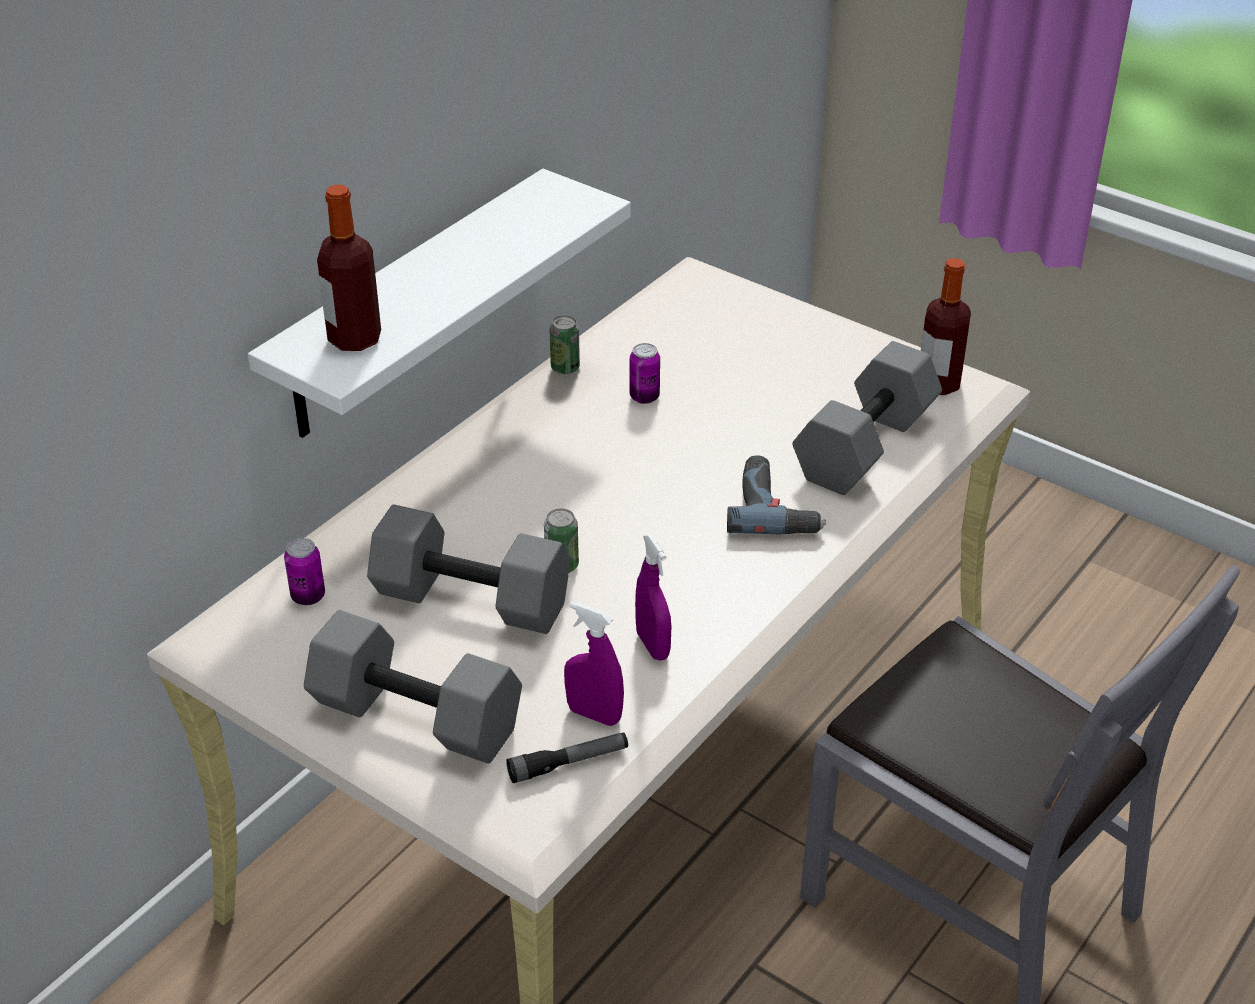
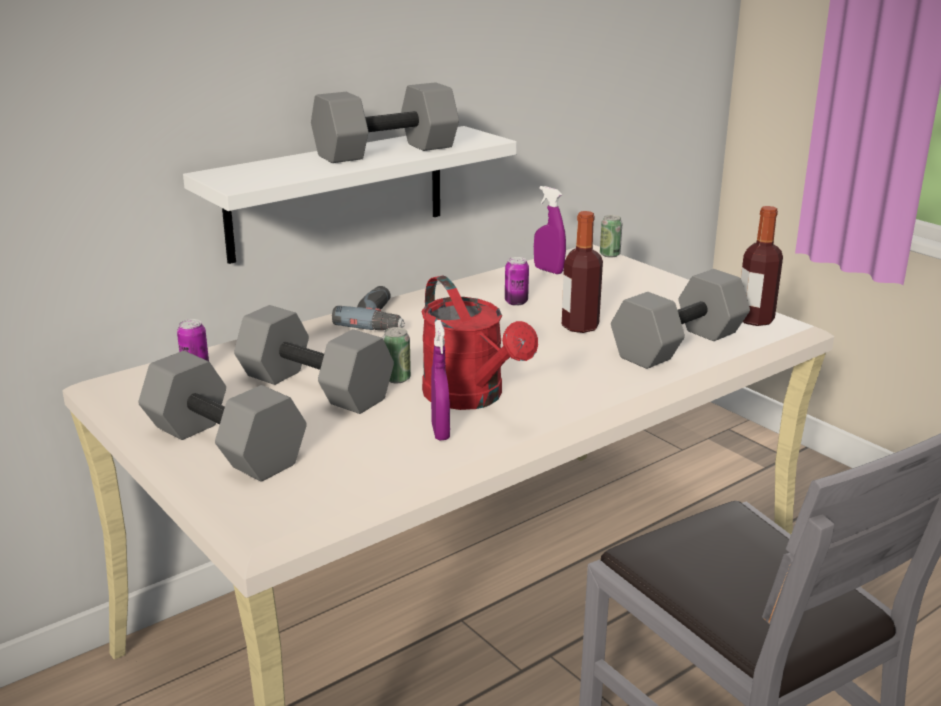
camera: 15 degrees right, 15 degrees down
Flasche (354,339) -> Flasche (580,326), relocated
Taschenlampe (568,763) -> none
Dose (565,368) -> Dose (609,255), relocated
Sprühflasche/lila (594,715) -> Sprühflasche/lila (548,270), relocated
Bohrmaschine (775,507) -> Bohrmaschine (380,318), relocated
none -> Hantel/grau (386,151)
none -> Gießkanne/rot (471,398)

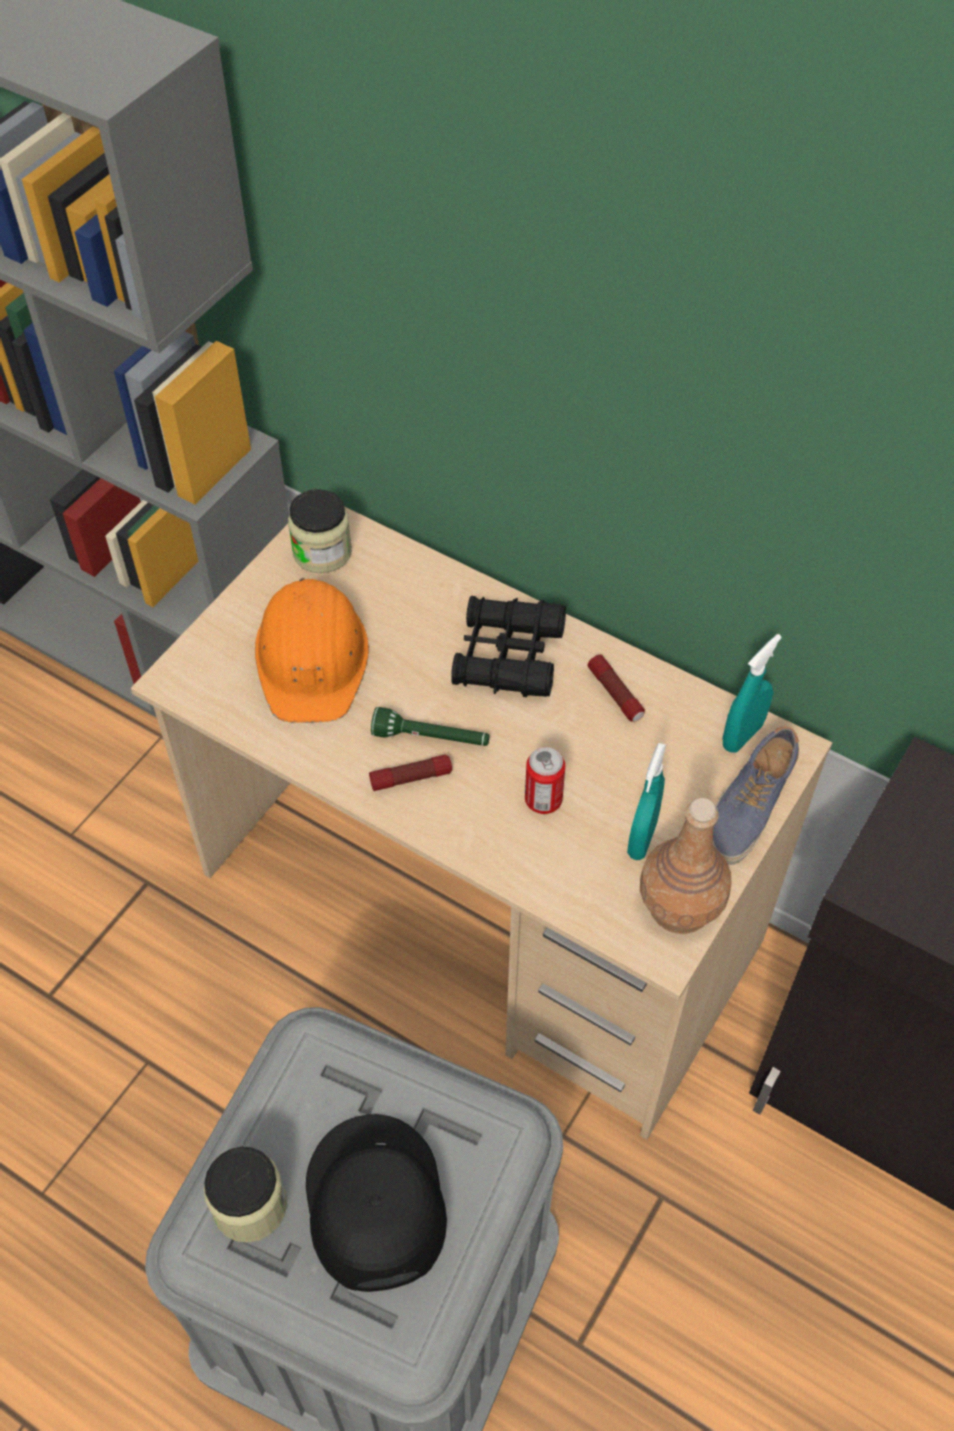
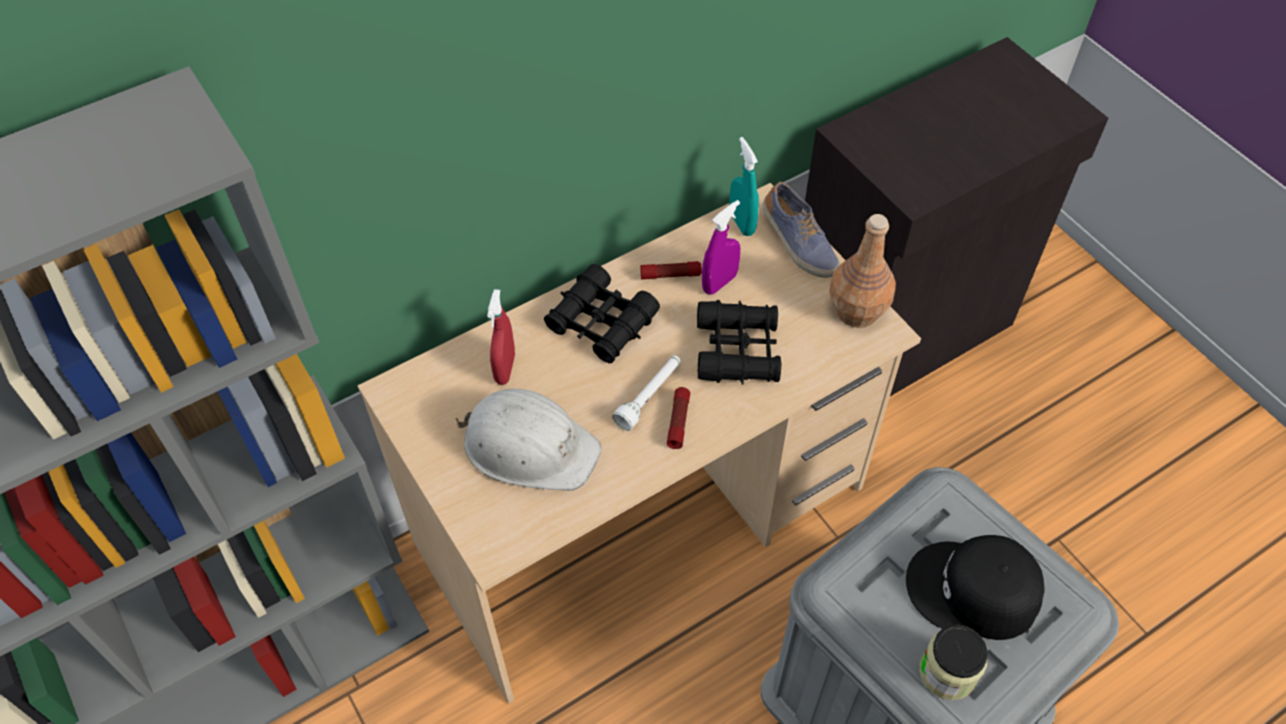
camera: 65 degrees left, 0 degrees up
Schutzhelm/orange (312,658) -> Schutzhelm/weiß (529,446)
Vorratsglas (322,552) -> none
Taschenlampe/grün (431,738) -> Taschenlampe/weiß (649,396)
Dose (543,800) -> Fernglas/schwarz (738,350)
Sprühflasche/türkis (642,838) -> none
none -> Sprühflasche/rot (505,369)
none -> Sprühflasche/lila (719,283)

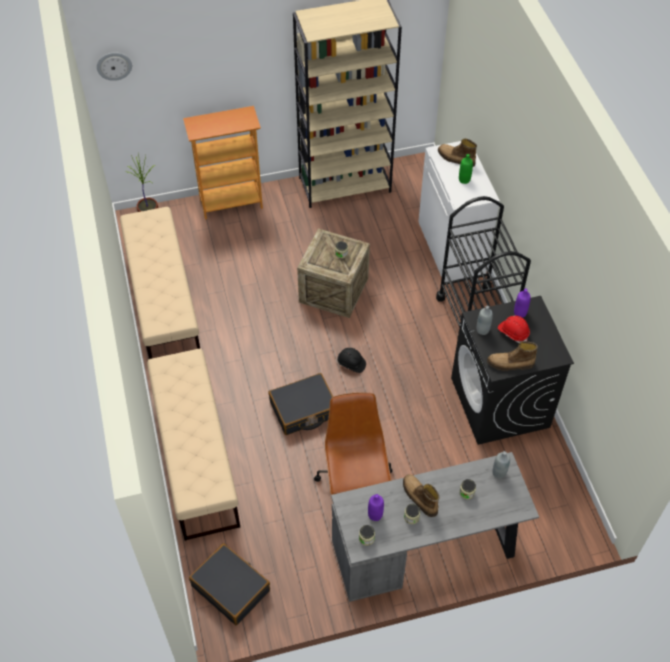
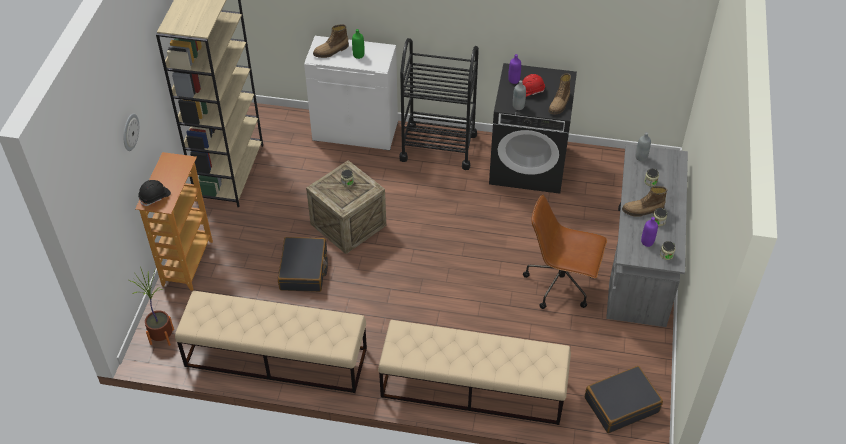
camera: 65 degrees left, 5 degrees down
Wanduhr (114,65) -> Wanduhr (130,132), relocated
Koffer/schwarz (303,410) -> Koffer/schwarz (304,270), relocated
Schutzhelm/schwarz (351,364) -> Schutzhelm/schwarz (155,197), relocated

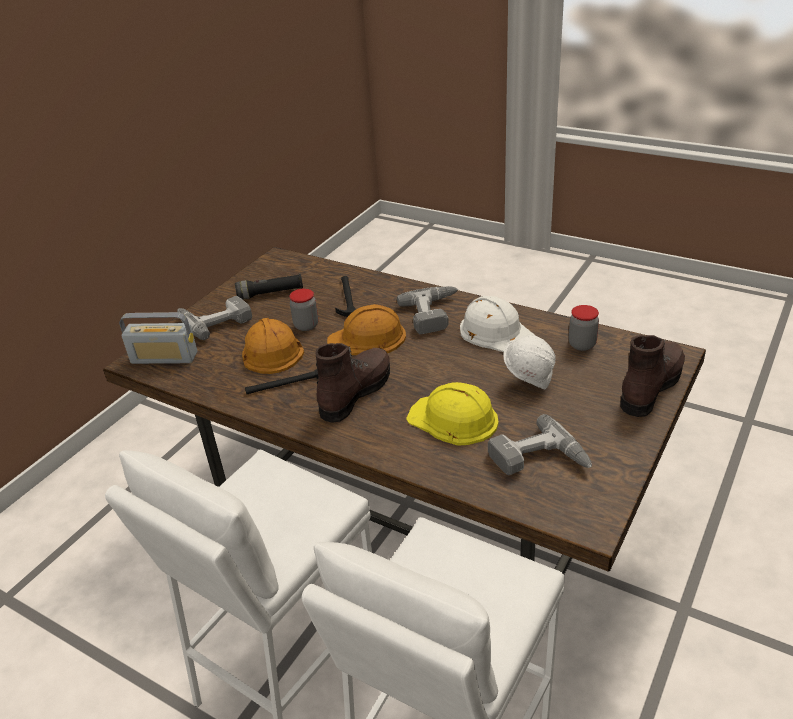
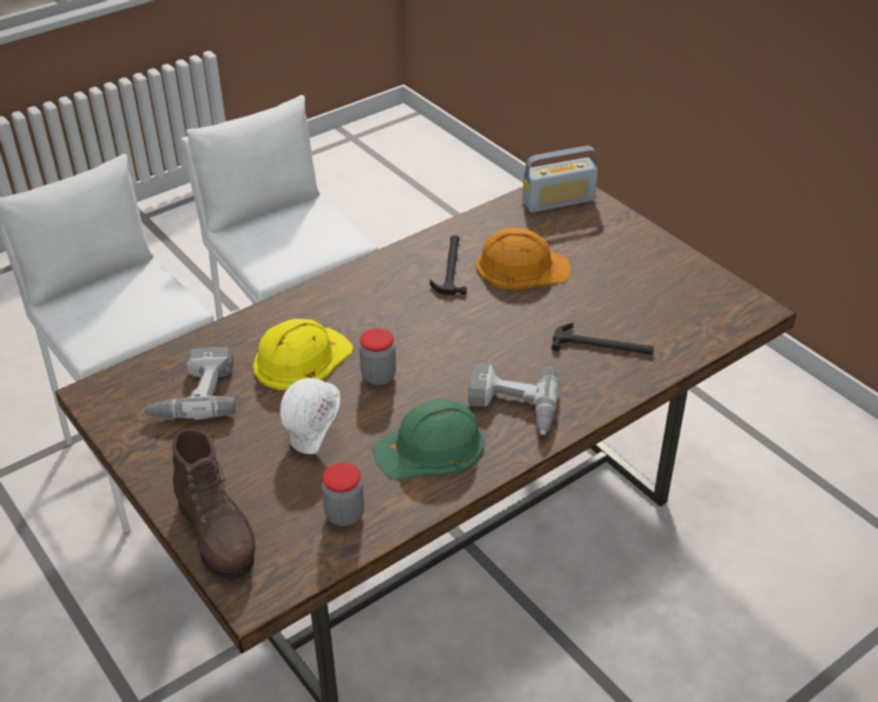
camera: 110 degrees right, 5 degrees up
Radio (164,358) -> Radio (558,201), 135 degrees counterclockwise
Bohrmaschine (214,320) -> none
Taschenlampe/schwarz (270,293) -> none
Vorratsglas (306,325) -> Vorratsglas (378,376), relocated
Stiefel/braun (355,392) -> none
Schutzhelm/orange (367,339) -> none
Schutzhelm/weiß (496,332) -> Schutzhelm/grün (431,447)

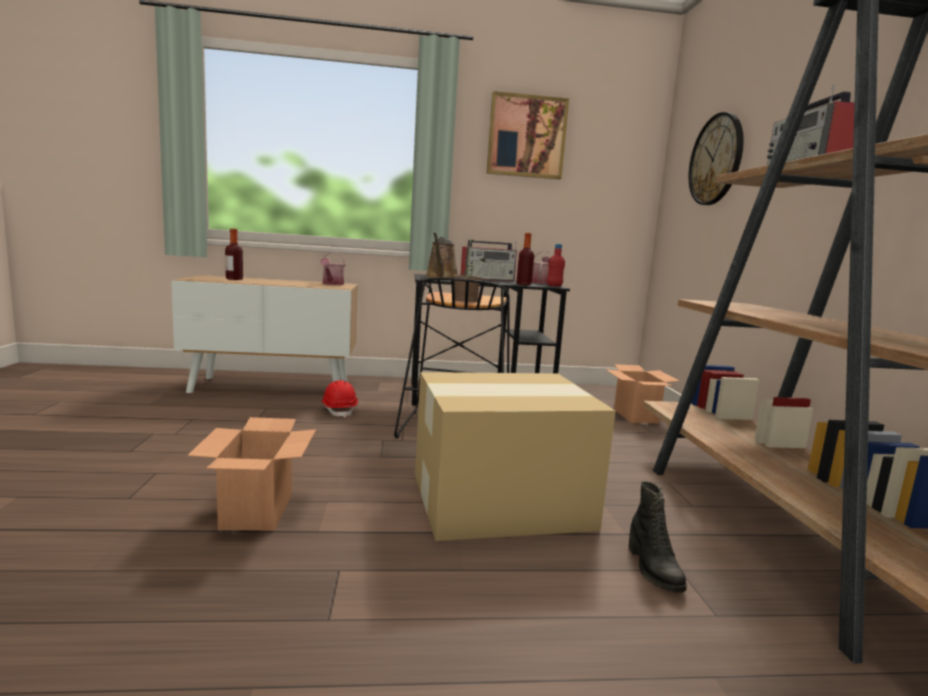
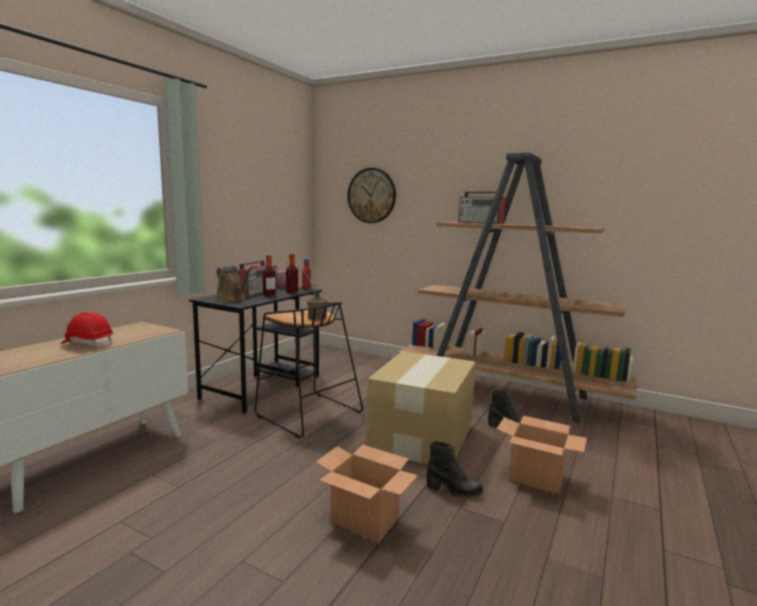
camera: 55 degrees left, 0 degrees up
Flasche (234,279) -> Flasche (269,295), relocated
Gießkanne (332,284) -> none
Schutzhelm/rot (339,410) -> Schutzhelm/rot (88,344), relocated
Bild (526,137) -> none
Karton (636,416) -> Karton (537,478), relocated
none -> Stiefel/schwarz (453,491)

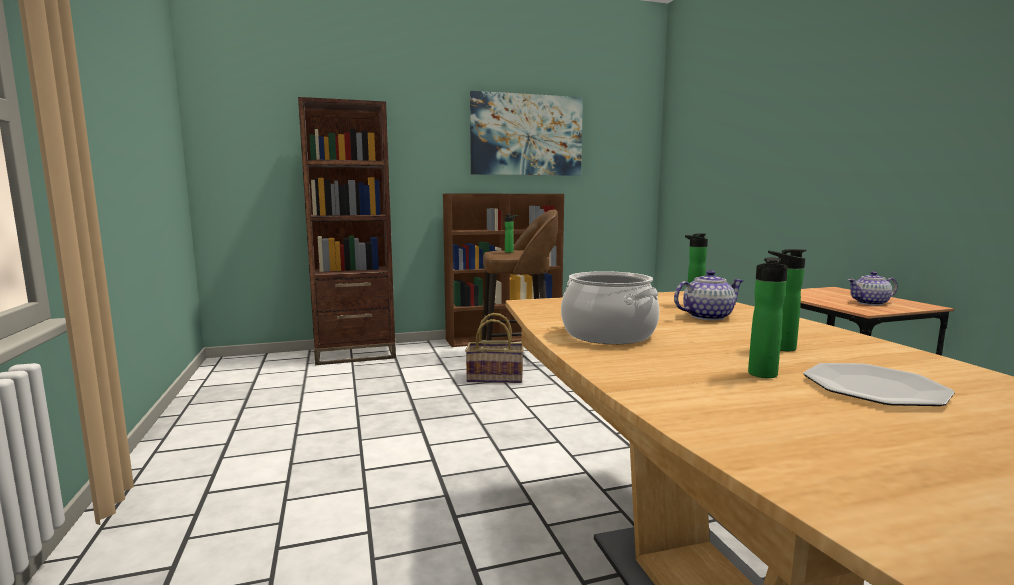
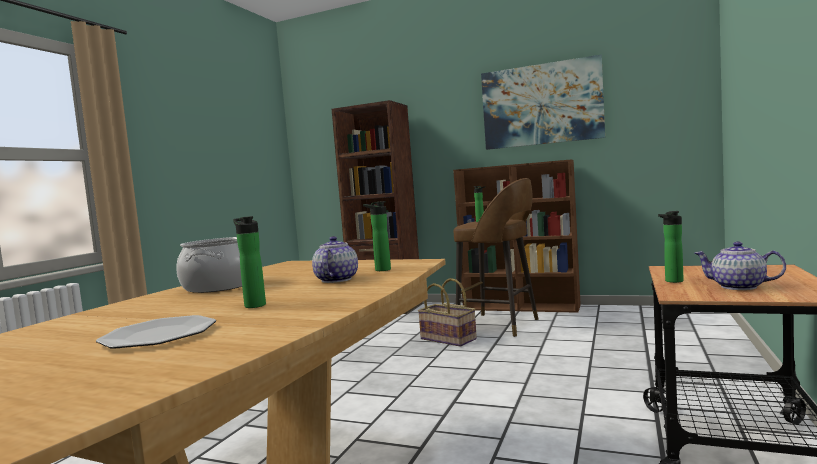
camera: 40 degrees right, 5 degrees down
Teekanne (706,317) -> Teekanne (336,280), 105 degrees counterclockwise
Flasche (762,375) -> Flasche (672,281), relocated

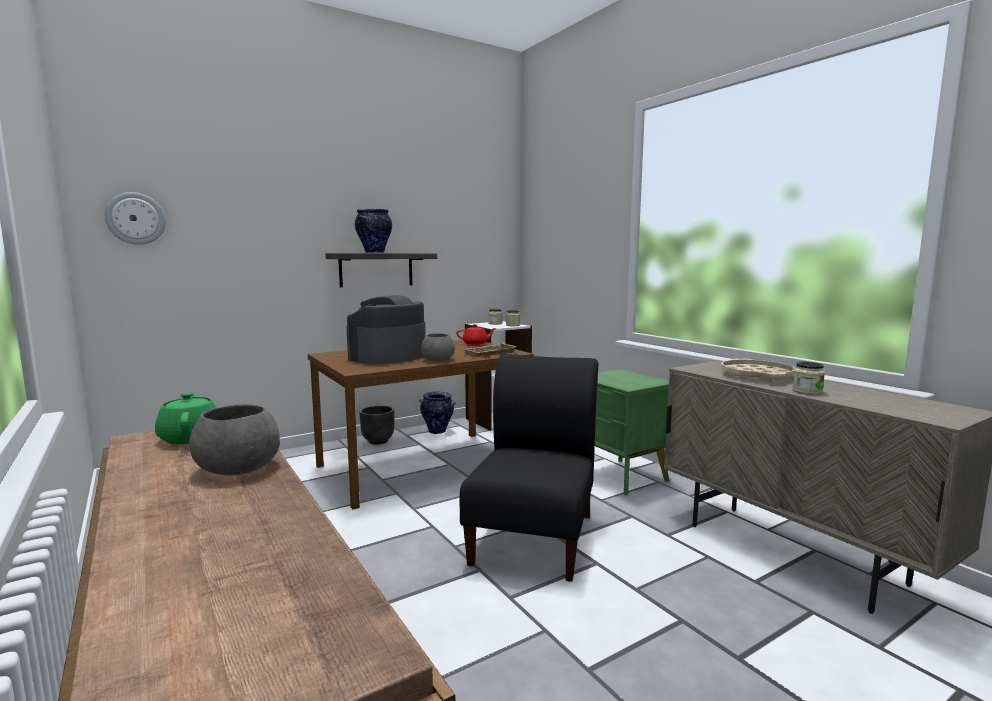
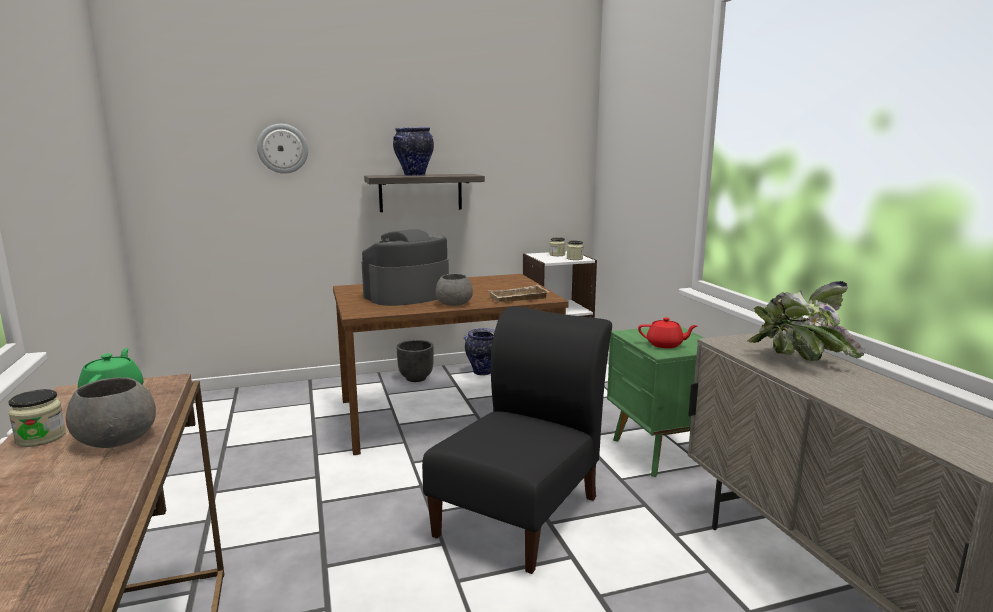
camera: 15 degrees right, 5 degrees up
Wanduhr (135,218) -> Wanduhr (282,148), relocated
Teekanne/rot (475,343) -> Teekanne/rot (665,345), relocated
Tablett/beige (756,376) -> Topfpflanze (798,361)
Vorratsglas (807,391) -> Vorratsglas (41,438), relocated

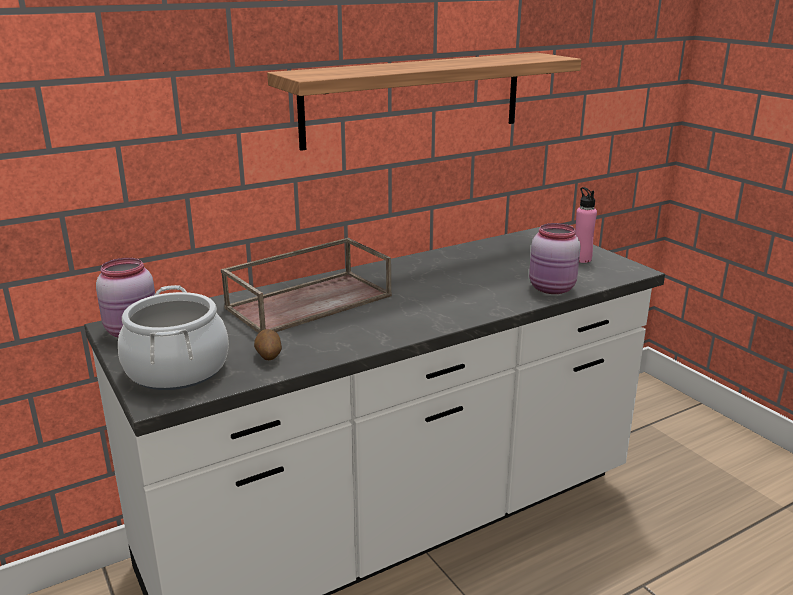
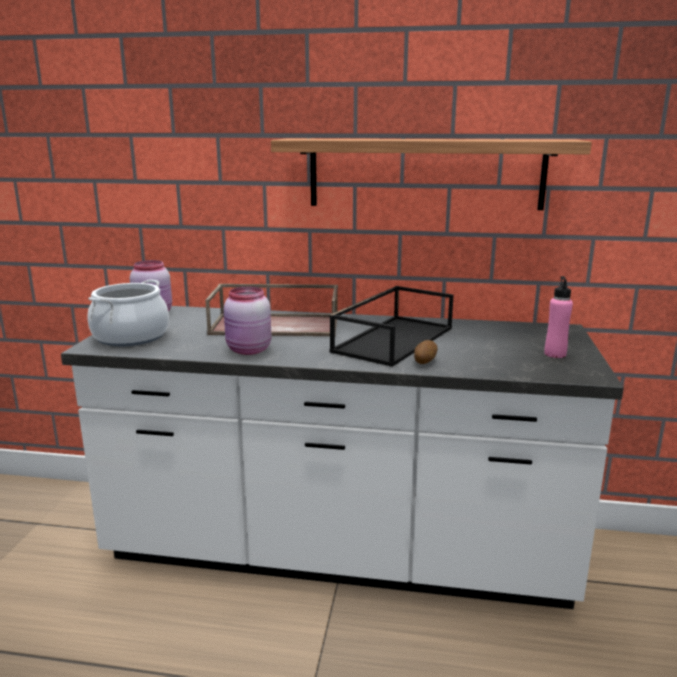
camera: 40 degrees right, 5 degrees down
Kartoffel (268,356) -> Kartoffel (424,362), relocated
Vorratsglas/rosa (552,289) -> Vorratsglas/rosa (248,350), relocated
none -> Tablett/schwarz (393,339)

